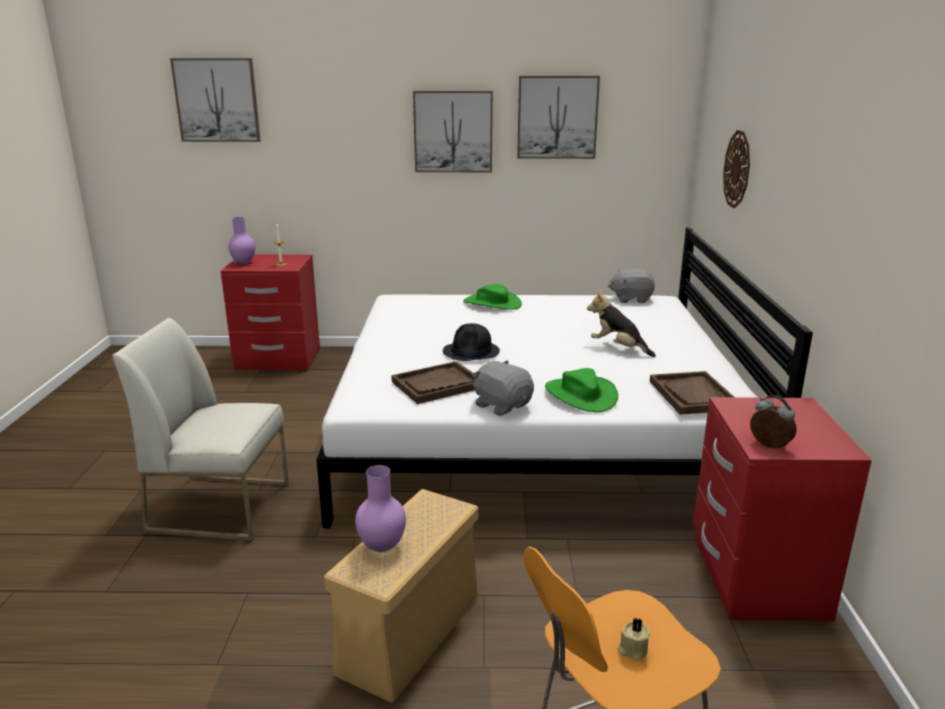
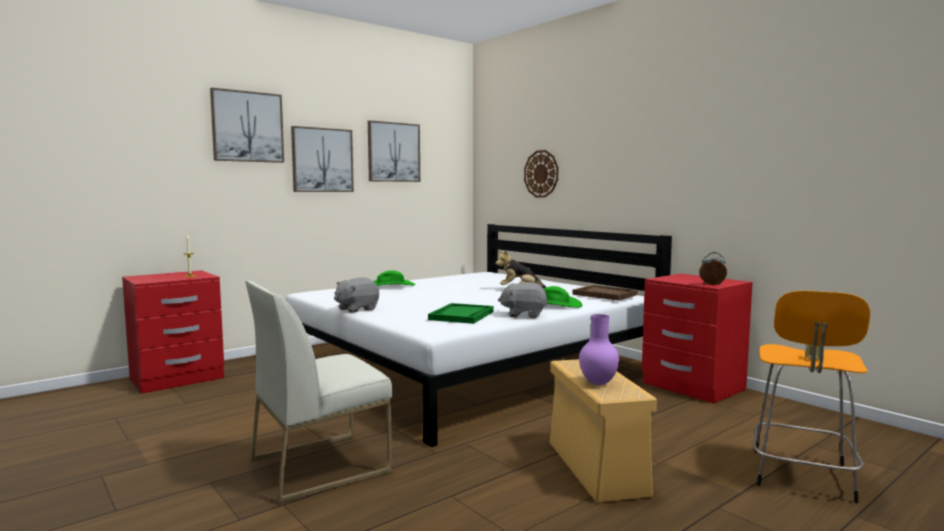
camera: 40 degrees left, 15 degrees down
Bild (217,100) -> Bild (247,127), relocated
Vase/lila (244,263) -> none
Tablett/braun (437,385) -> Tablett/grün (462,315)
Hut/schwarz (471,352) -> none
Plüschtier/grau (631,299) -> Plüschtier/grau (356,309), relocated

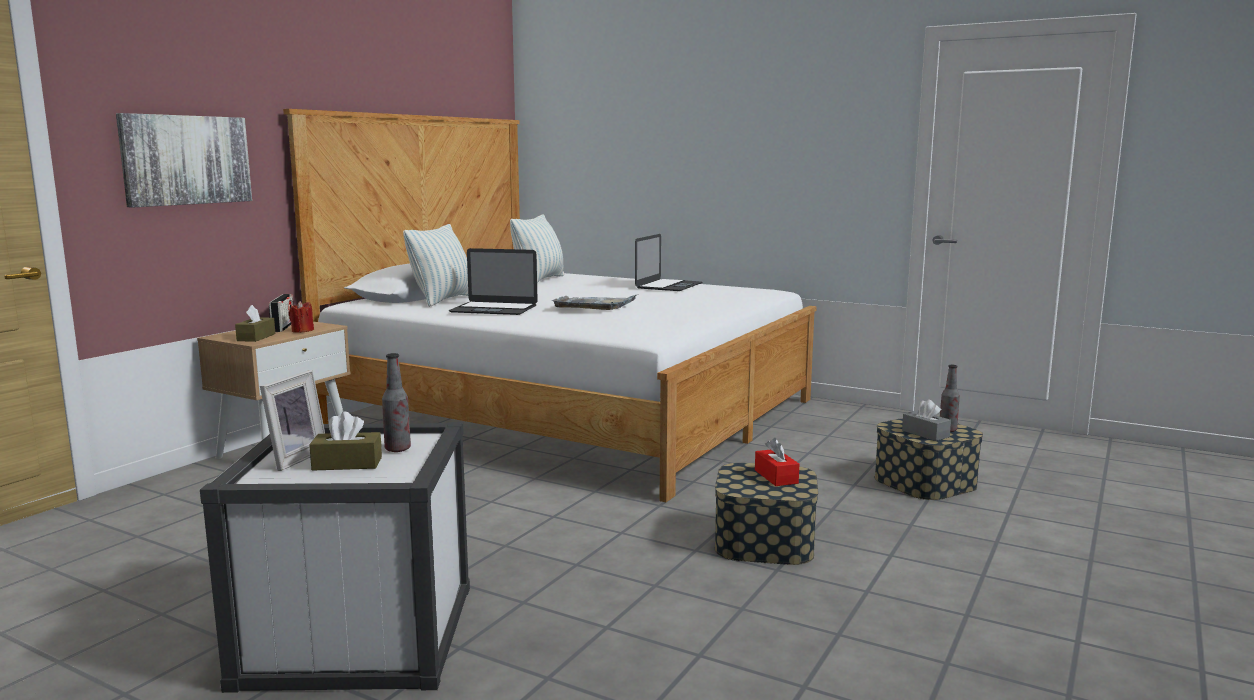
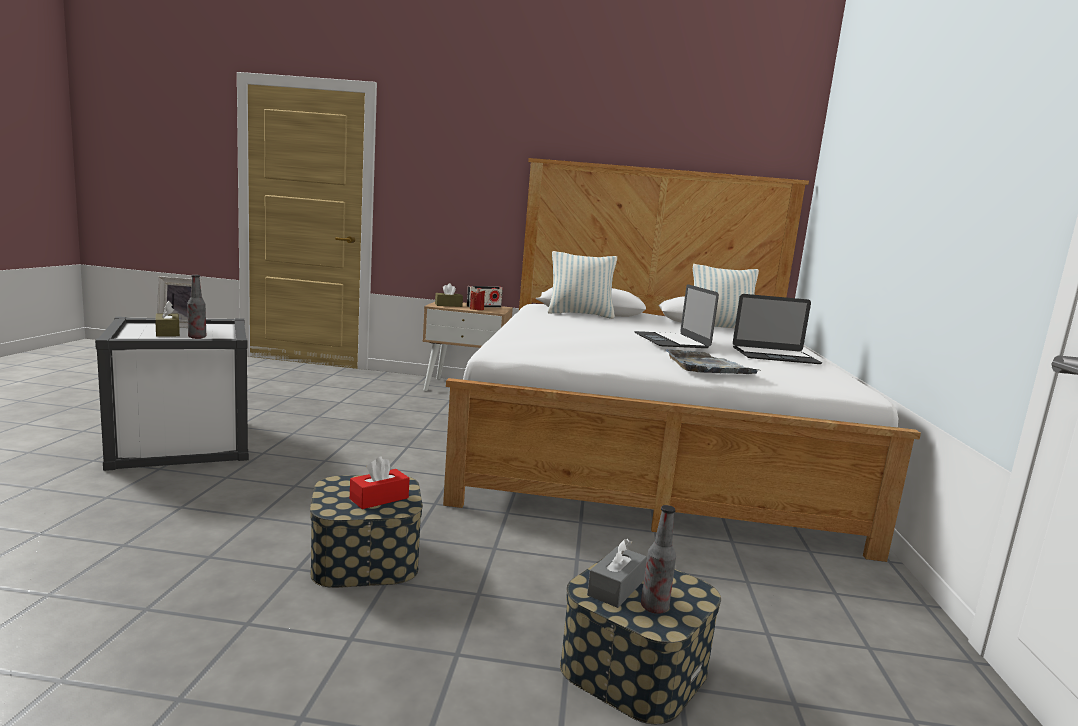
camera: 65 degrees right, 0 degrees up
Bild (186,160) -> none
Laptop (494,309) -> Laptop (671,340), relocated
Tablett/grau (595,305) -> Tablett/grau (707,367), relocated

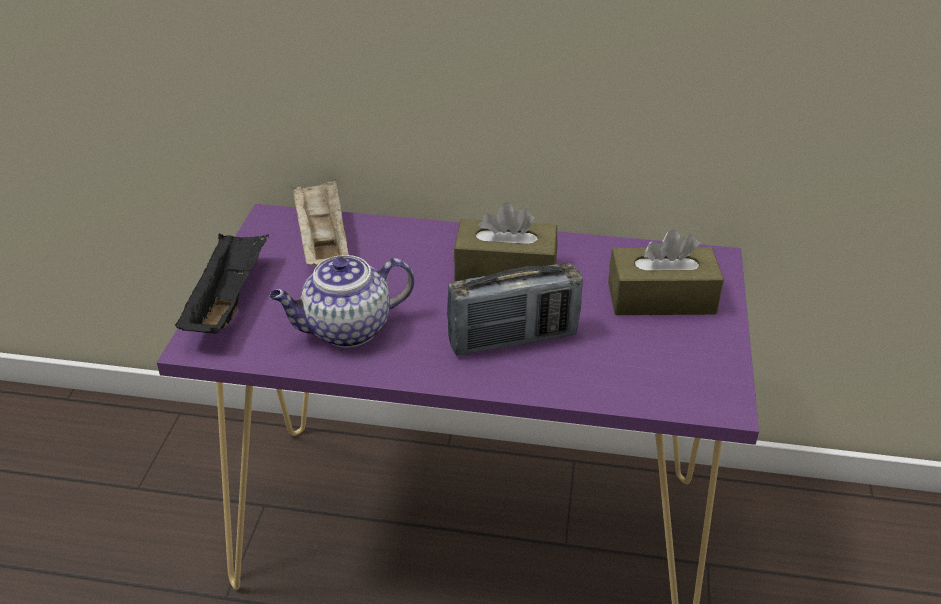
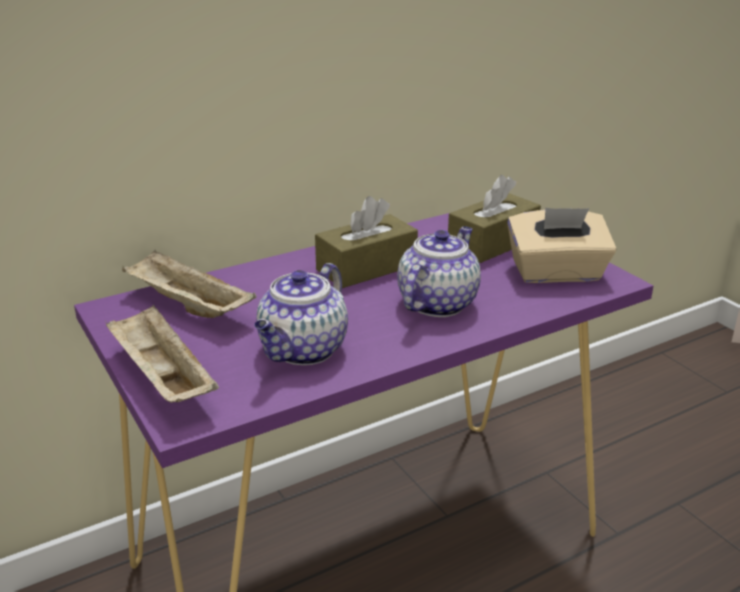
camera: 40 degrees left, 10 degrees down
Tablett/schwarz (227,301) -> Tablett/beige (161,378)
Radio (513,339) -> Teekanne (437,303)
none -> Taschentuchbox/beige (556,273)

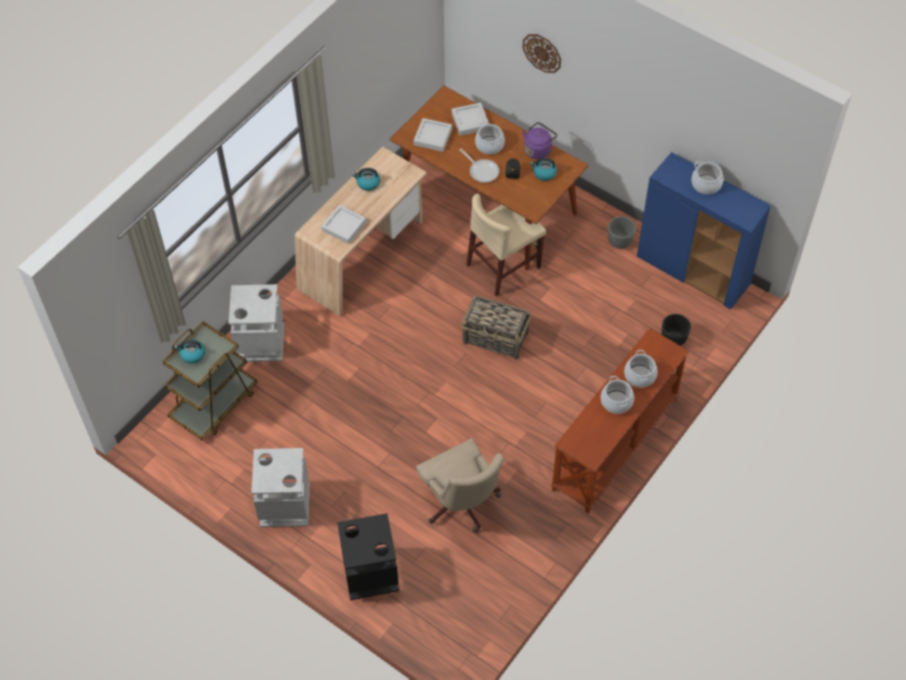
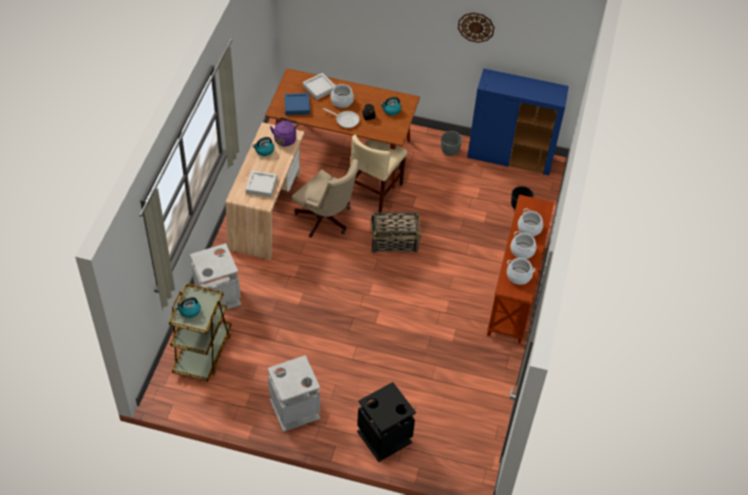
camera: 25 degrees left, 5 degrees down
Tablett/grau (433,137) -> Tablett/blau (297,106)
Bürostuhl/beige (462,504) -> Bürostuhl/beige (326,220), relocated
Wanduhr (542,53) -> Wanduhr (476,27), relocated
Wasserkessel/lila (538,149) -> Wasserkessel/lila (285,139), relocated
Kochtopf (706,184) -> Kochtopf (518,276), relocated

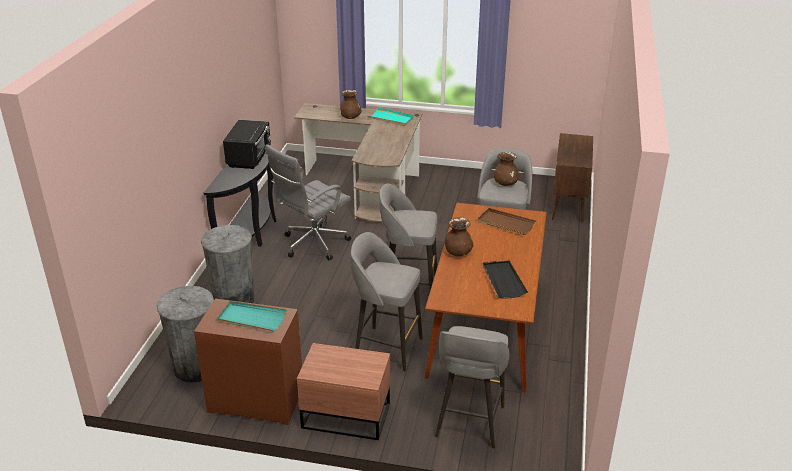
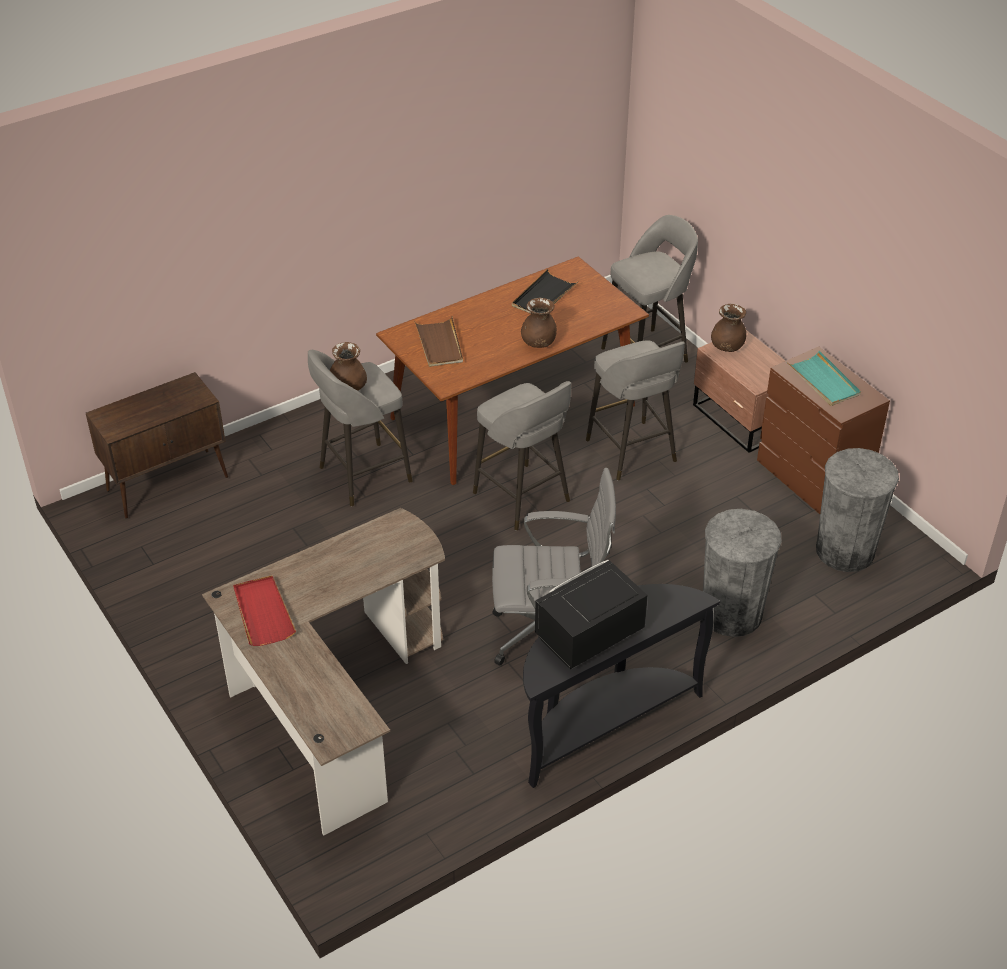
camera: 135 degrees left, 10 degrees up
Vase/braun (350,117) -> Vase/braun (727,347), relocated
Tablett/türkis (391,118) -> Tablett/rot (263,613)

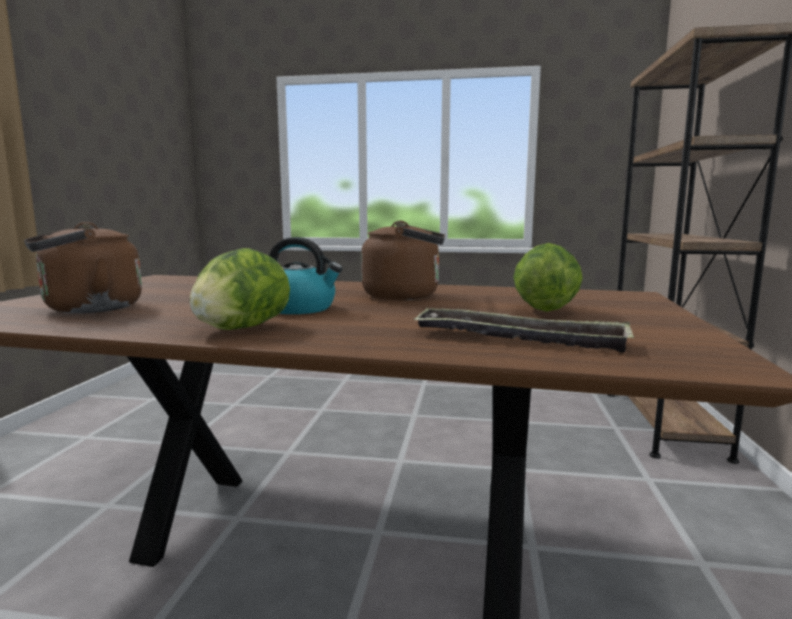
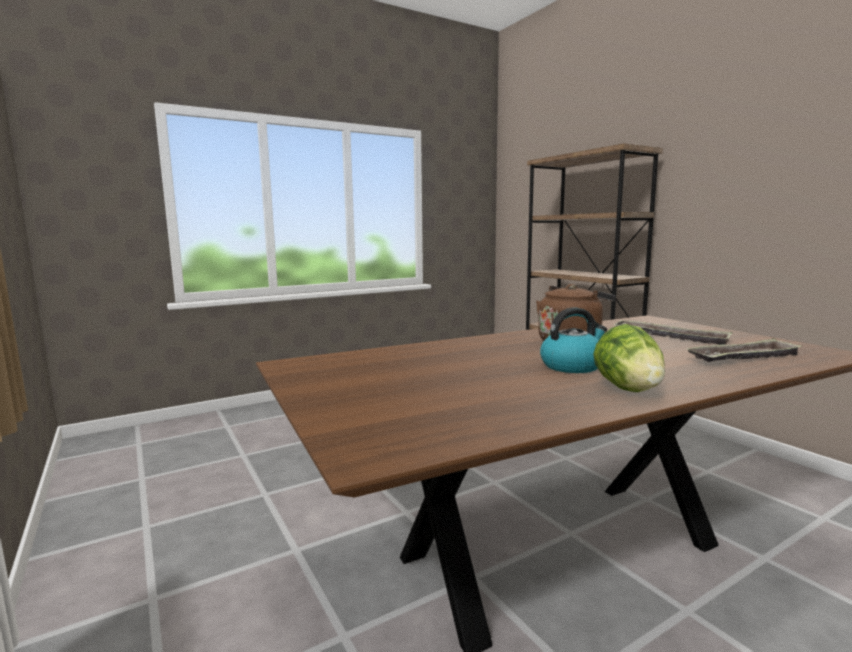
camera: 40 degrees left, 0 degrees up
Wasserkessel/braun (87,309) -> none
Salatkopf (544,310) -> Tablett (669,337)

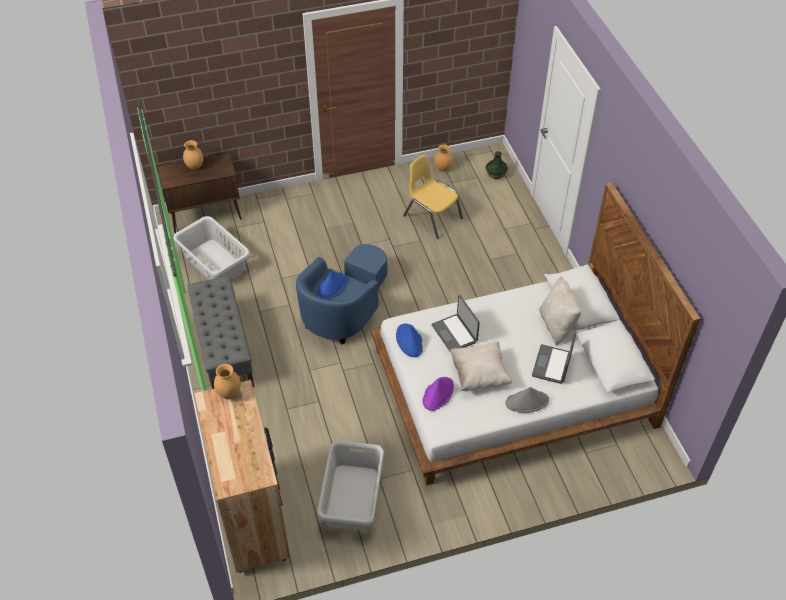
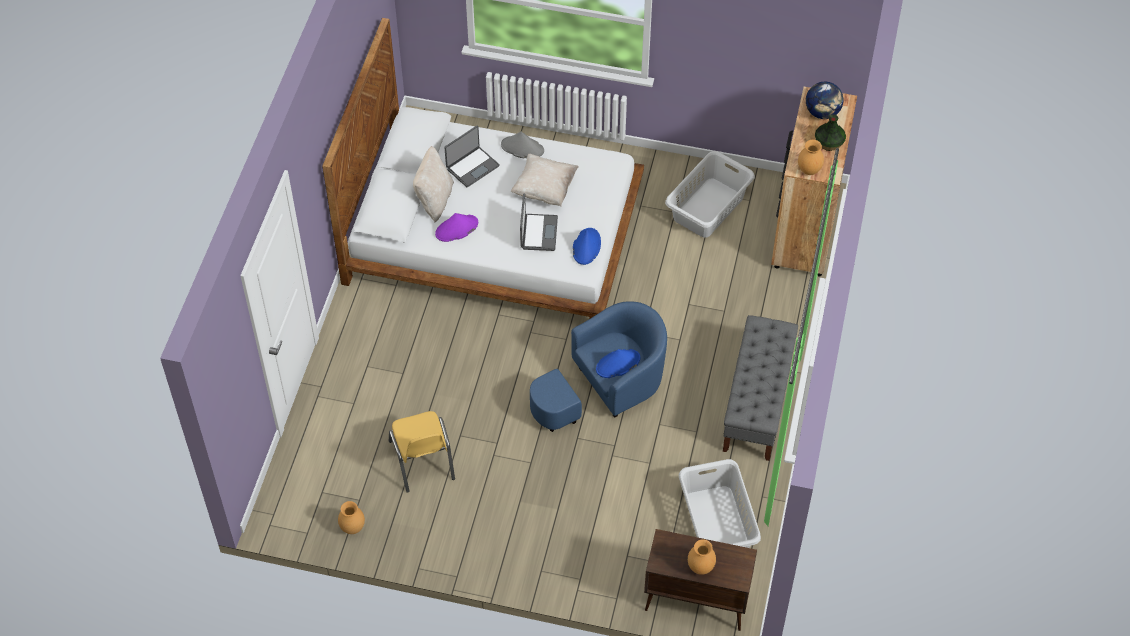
camera: 150 degrees left, 5 degrees up
Hut/lila (438,394) -> Hut/lila (456,229), relocated
Vase (495,174) -> Vase (829,143), relocated
none -> Globus (822,113)

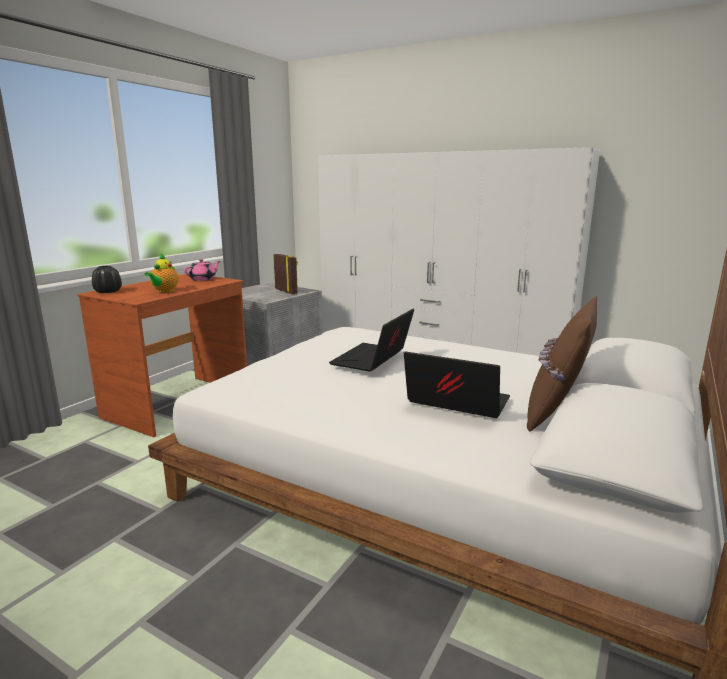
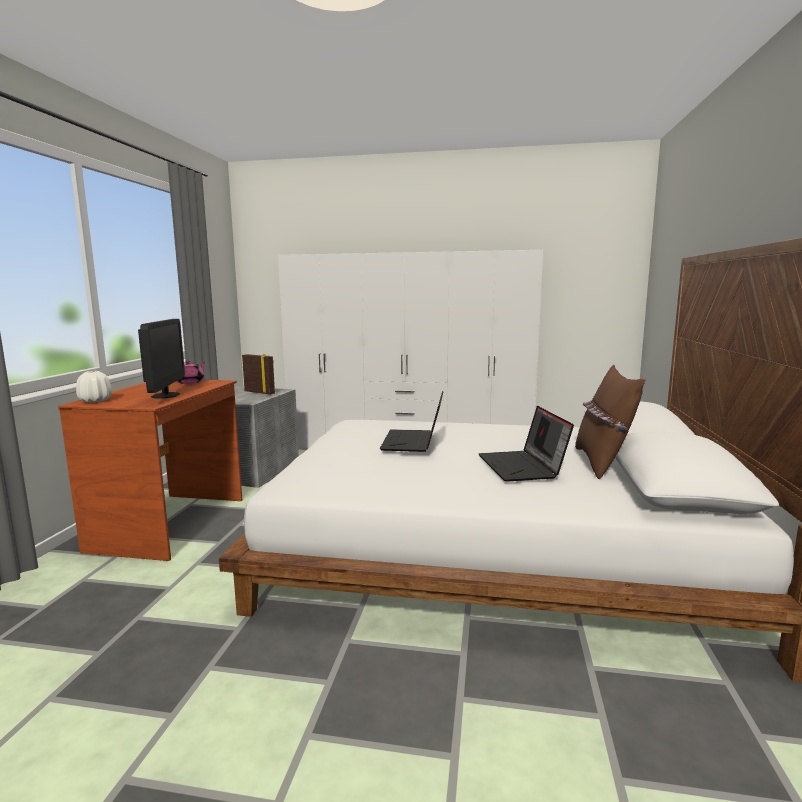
camera: 20 degrees left, 5 degrees down
Vase/schwarz (108,292) -> Vase/weiß (95,400)
Teekanne (164,291) -> Monitor (165,395)
Laptop (455,403) -> Laptop (523,467), 105 degrees counterclockwise

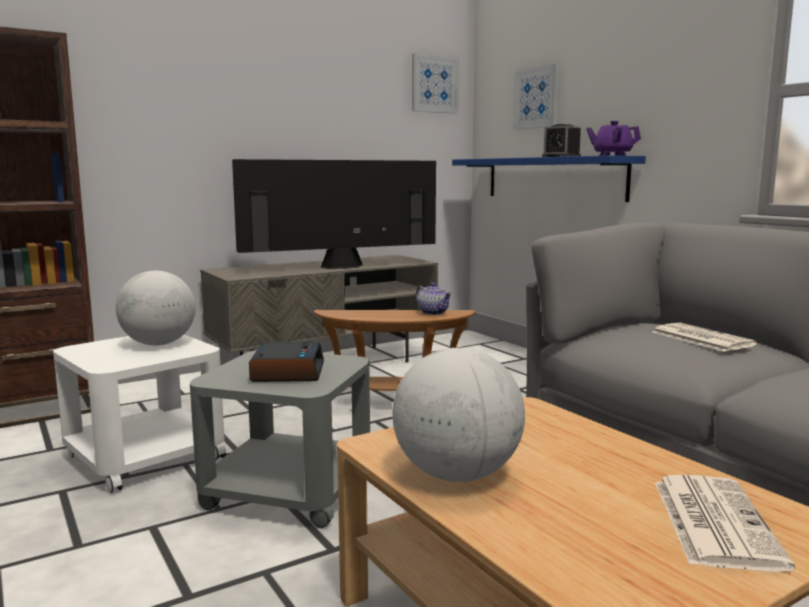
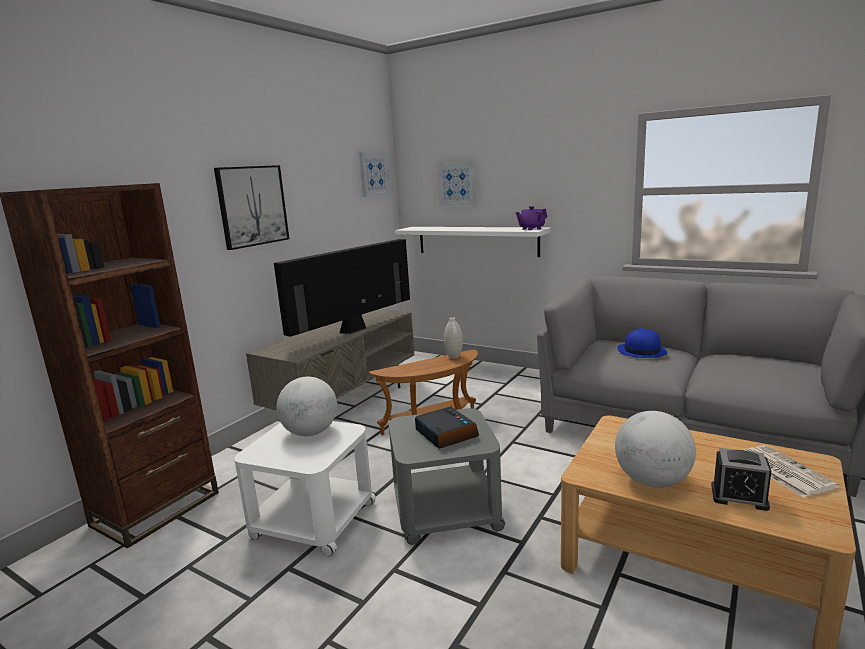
camera: 25 degrees left, 5 degrees up
Teekanne (434,313) -> Vase/weiß (454,357)
Wandregal/blau (553,178) -> Wandregal/weiß (476,241)
Wecker (561,157) -> Wecker (739,497), relocated
Zeitung (700,338) -> Hut/blau (641,351)
none -> Bild (252,206)

